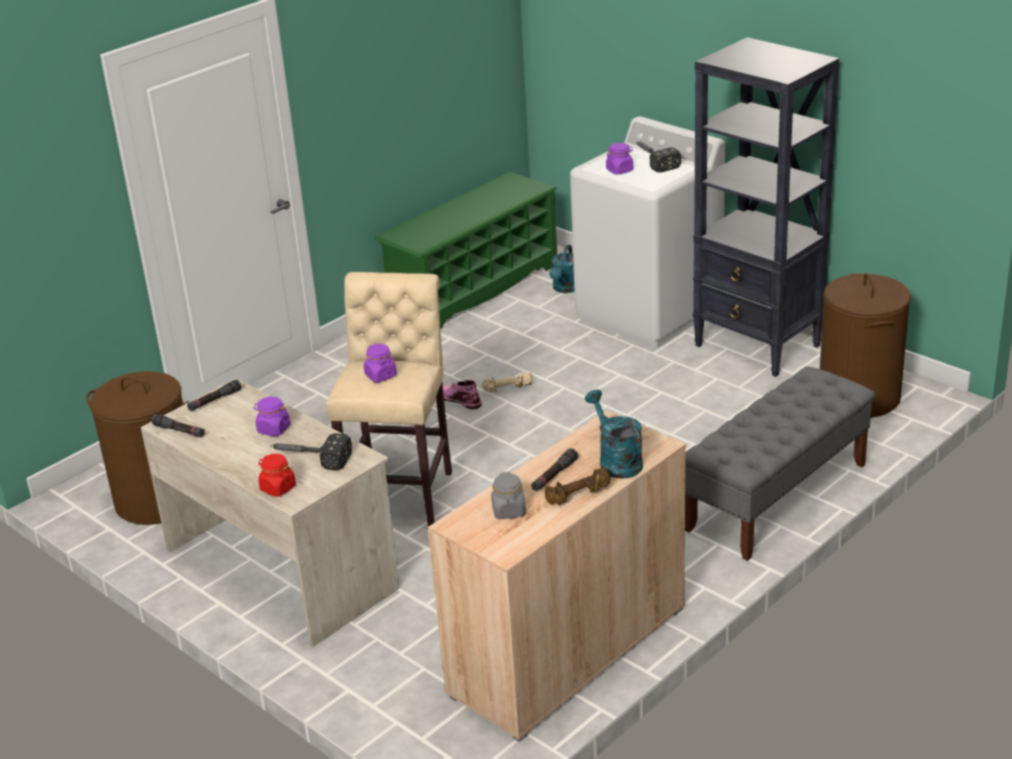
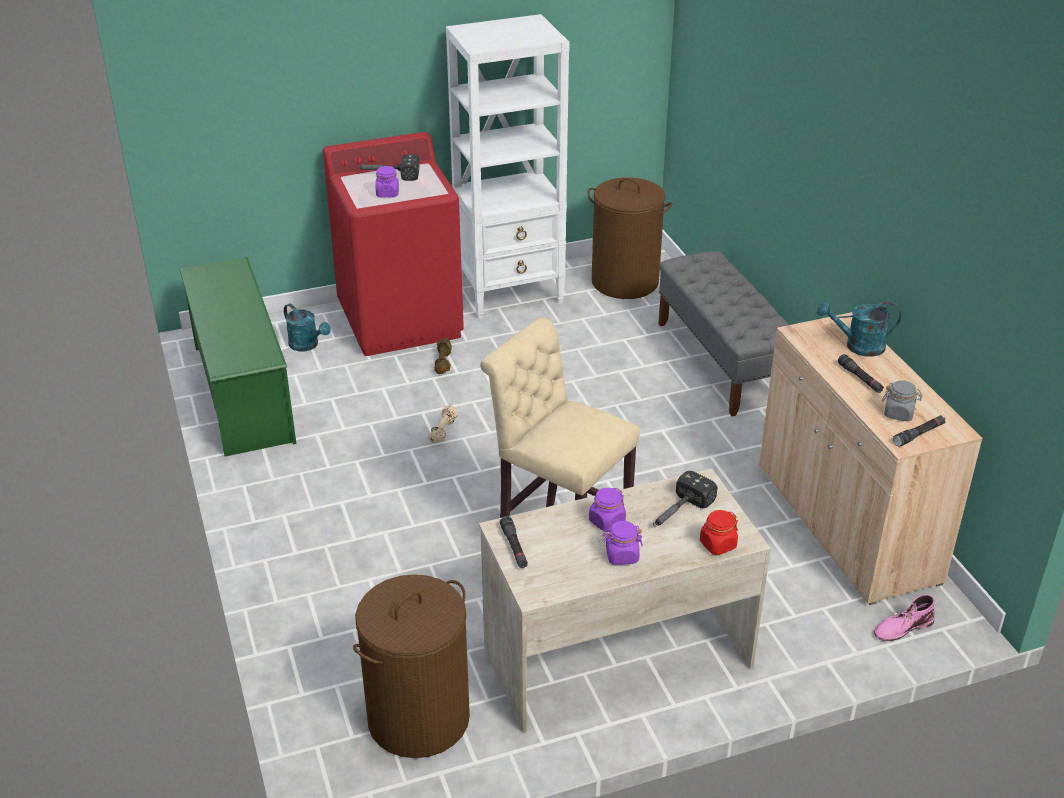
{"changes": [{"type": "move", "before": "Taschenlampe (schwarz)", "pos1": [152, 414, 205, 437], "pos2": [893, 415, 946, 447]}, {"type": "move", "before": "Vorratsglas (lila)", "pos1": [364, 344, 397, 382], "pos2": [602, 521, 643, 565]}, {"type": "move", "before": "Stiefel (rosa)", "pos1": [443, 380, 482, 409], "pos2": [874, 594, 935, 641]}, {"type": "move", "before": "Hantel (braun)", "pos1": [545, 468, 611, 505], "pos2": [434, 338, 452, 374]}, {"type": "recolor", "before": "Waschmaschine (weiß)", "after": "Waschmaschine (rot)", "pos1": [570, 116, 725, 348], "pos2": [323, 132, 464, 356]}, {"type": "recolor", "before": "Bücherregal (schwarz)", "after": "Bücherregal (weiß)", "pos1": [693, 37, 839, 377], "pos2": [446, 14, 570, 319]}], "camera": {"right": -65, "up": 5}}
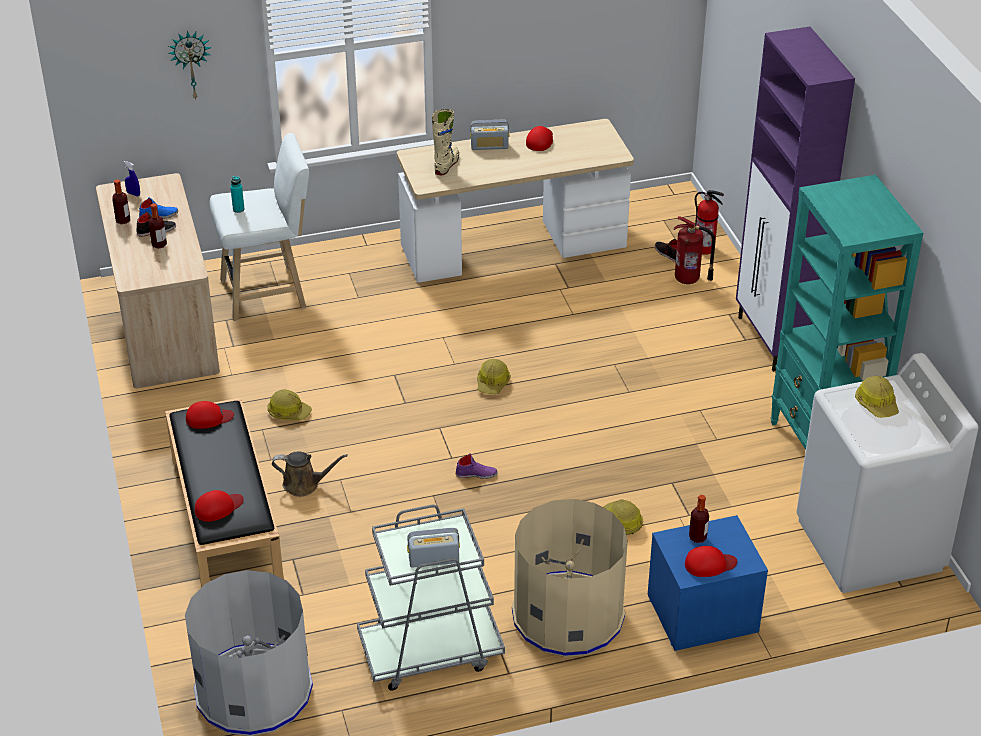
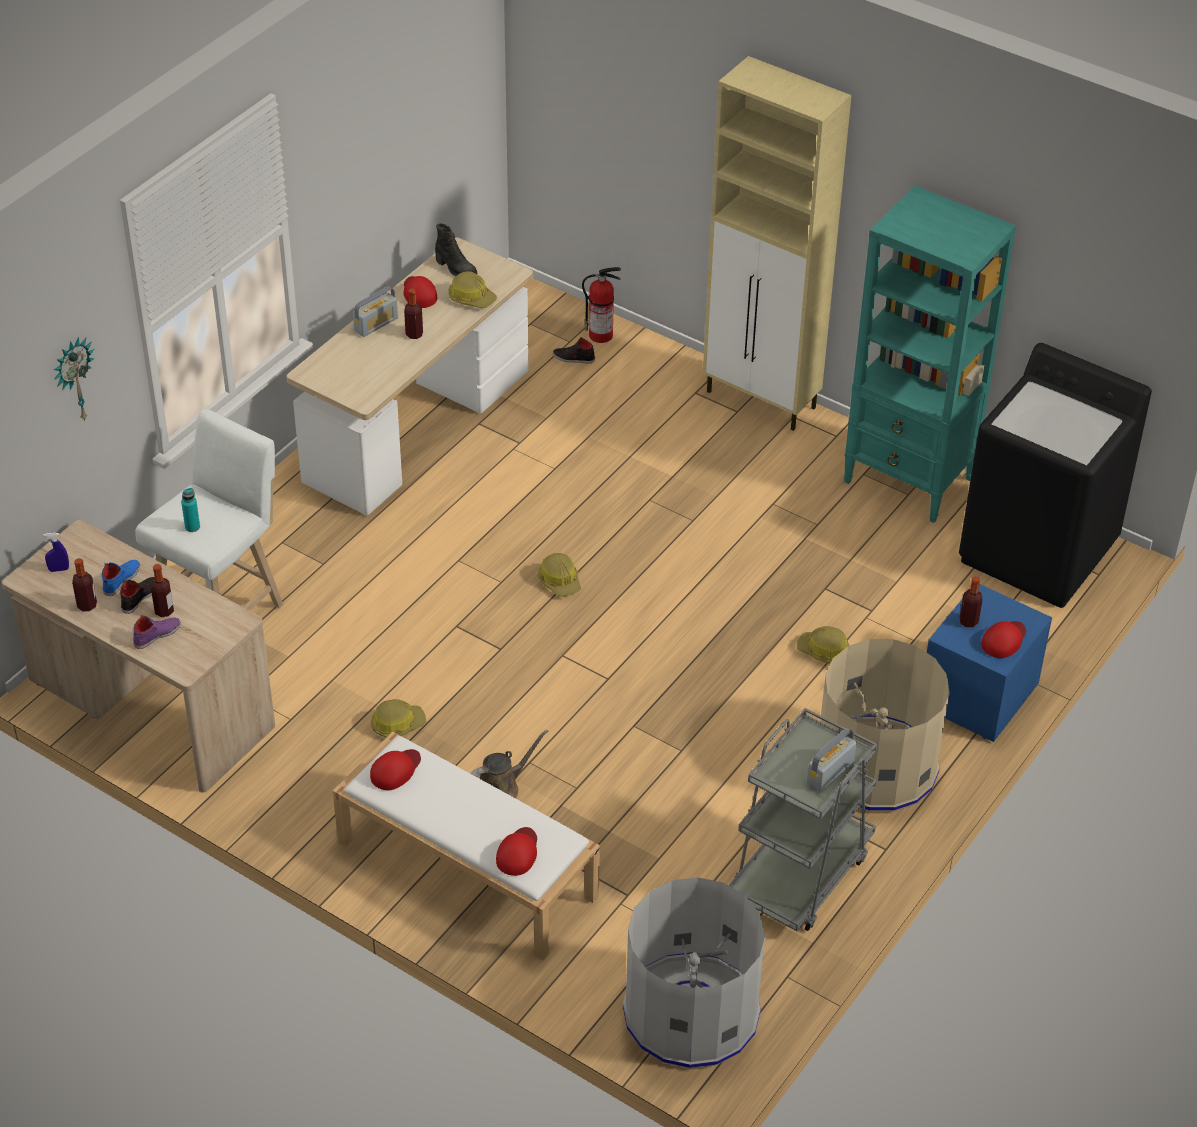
{"changes": [{"type": "recolor", "before": "Bank (schwarz)", "after": "Bank (weiß)", "pos1": [165, 398, 284, 587], "pos2": [333, 731, 600, 961]}, {"type": "delete", "before": "Stiefel (beige)", "pos1": [432, 109, 459, 175]}, {"type": "move", "before": "Schuh (lila)", "pos1": [456, 453, 498, 479], "pos2": [133, 614, 181, 649]}, {"type": "delete", "before": "Feuerlöscher", "pos1": [674, 216, 715, 284]}, {"type": "recolor", "before": "Schrank (lila)", "after": "Schrank (beige)", "pos1": [736, 27, 855, 372], "pos2": [703, 56, 851, 431]}, {"type": "recolor", "before": "Waschmaschine (weiß)", "after": "Waschmaschine (schwarz)", "pos1": [796, 353, 979, 593], "pos2": [959, 343, 1152, 608]}, {"type": "move", "before": "Schutzhelm", "pos1": [855, 376, 899, 418], "pos2": [448, 271, 497, 308]}, {"type": "insert", "after": "Flasche", "pos2": [404, 288, 423, 339]}, {"type": "insert", "after": "Stiefel (schwarz)", "pos2": [435, 223, 478, 277]}], "camera": {"right": -40, "up": 5}}
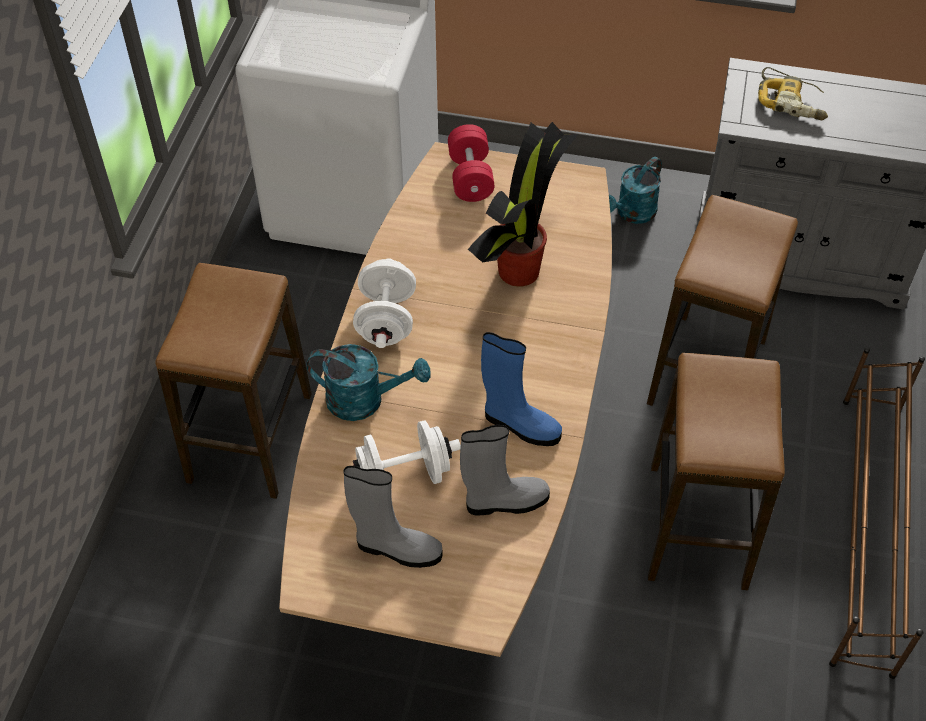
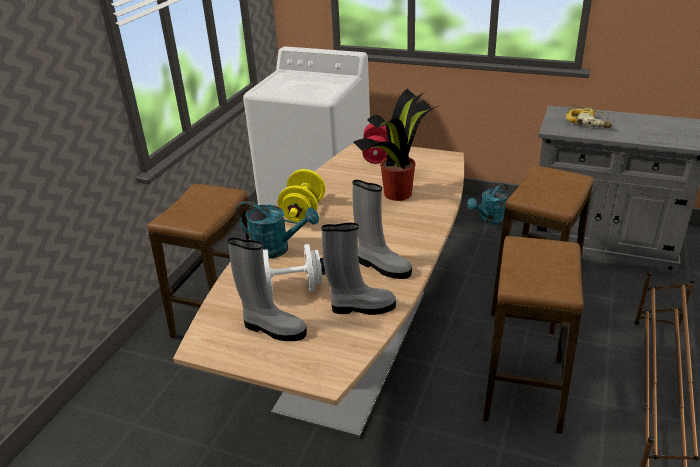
{"changes": [{"type": "recolor", "before": "Hantel (weiß)", "after": "Hantel (gelb)", "pos1": [353, 258, 416, 348], "pos2": [277, 169, 326, 223]}, {"type": "recolor", "before": "Stiefel (blau)", "after": "Stiefel (grau)", "pos1": [481, 332, 562, 446], "pos2": [352, 180, 412, 279]}], "camera": {"right": 10, "up": -20}}
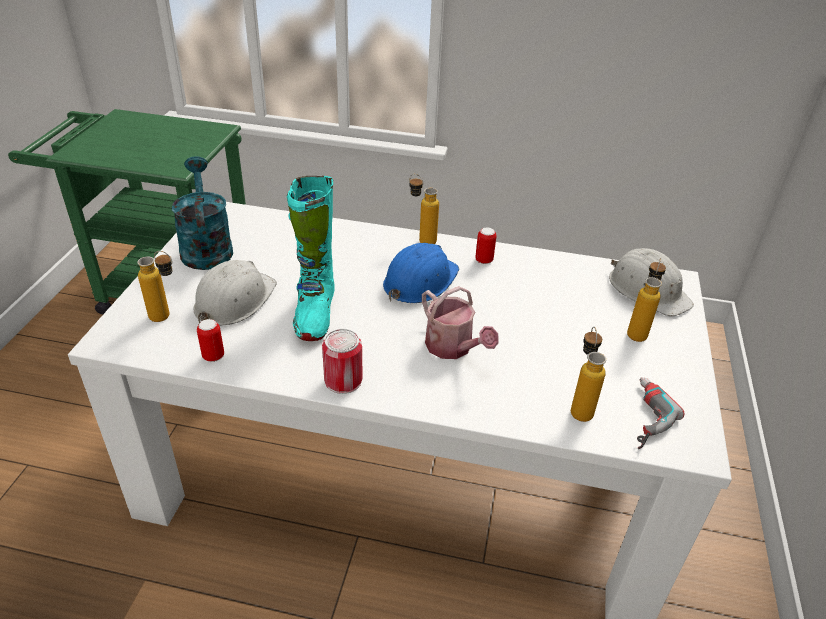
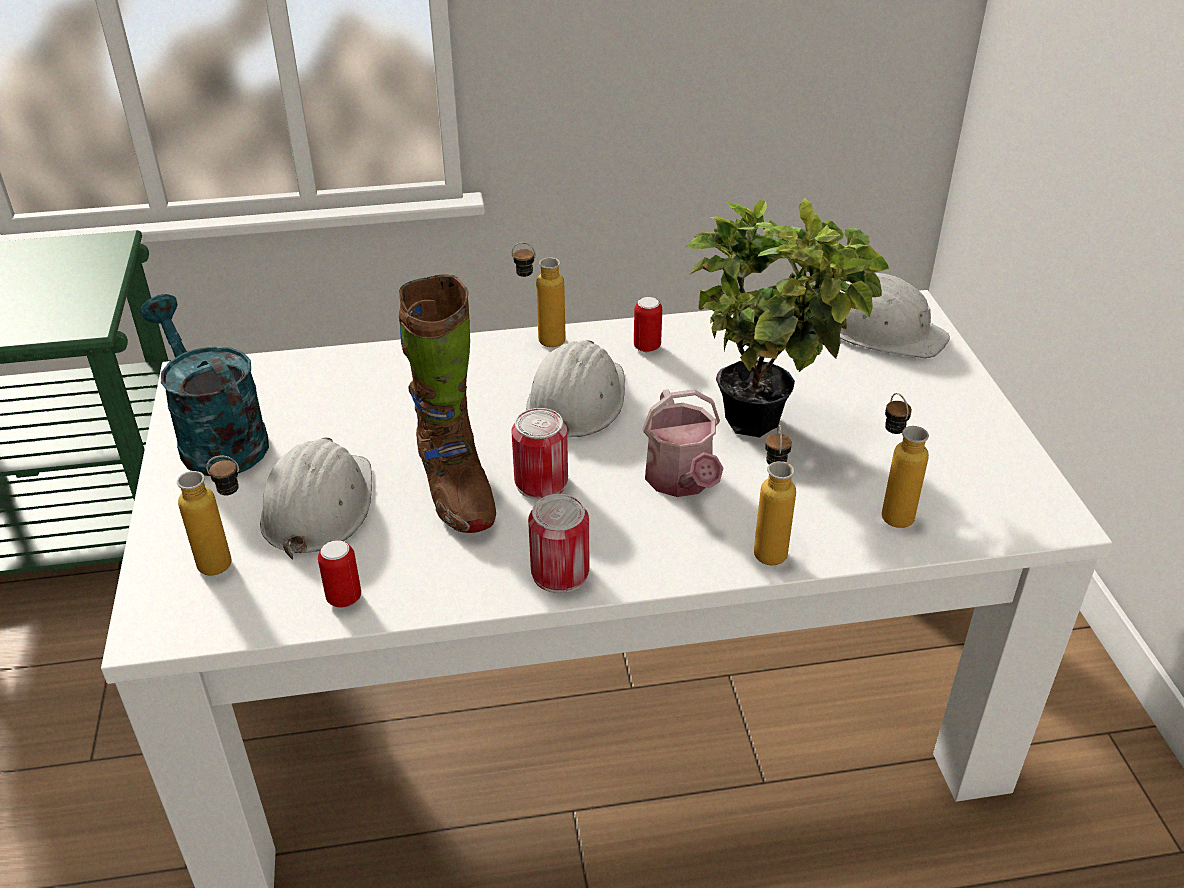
{"changes": [{"type": "recolor", "before": "Stiefel (türkis)", "after": "Stiefel (braun)", "pos1": [287, 176, 334, 341], "pos2": [399, 274, 496, 533]}, {"type": "recolor", "before": "Schutzhelm (blau)", "after": "Schutzhelm (weiß)", "pos1": [383, 243, 459, 303], "pos2": [526, 340, 625, 437]}, {"type": "rotate", "before": "Gießkanne", "pos1": [422, 286, 499, 359], "pos2": [642, 389, 723, 497], "turn": 45}, {"type": "move", "before": "Flasche", "pos1": [627, 257, 666, 342], "pos2": [754, 425, 796, 565]}, {"type": "delete", "before": "Bohrmaschine", "pos1": [637, 377, 684, 449]}, {"type": "insert", "after": "Dose", "pos2": [511, 408, 568, 500]}, {"type": "insert", "after": "Topfpflanze", "pos2": [685, 198, 889, 437]}], "camera": {"right": -20, "up": 0}}
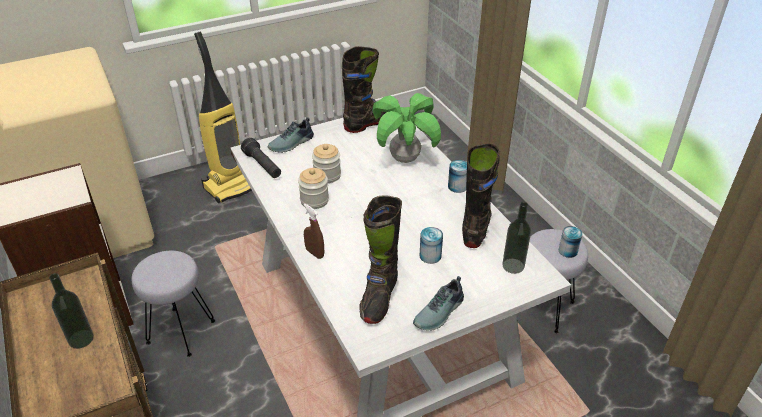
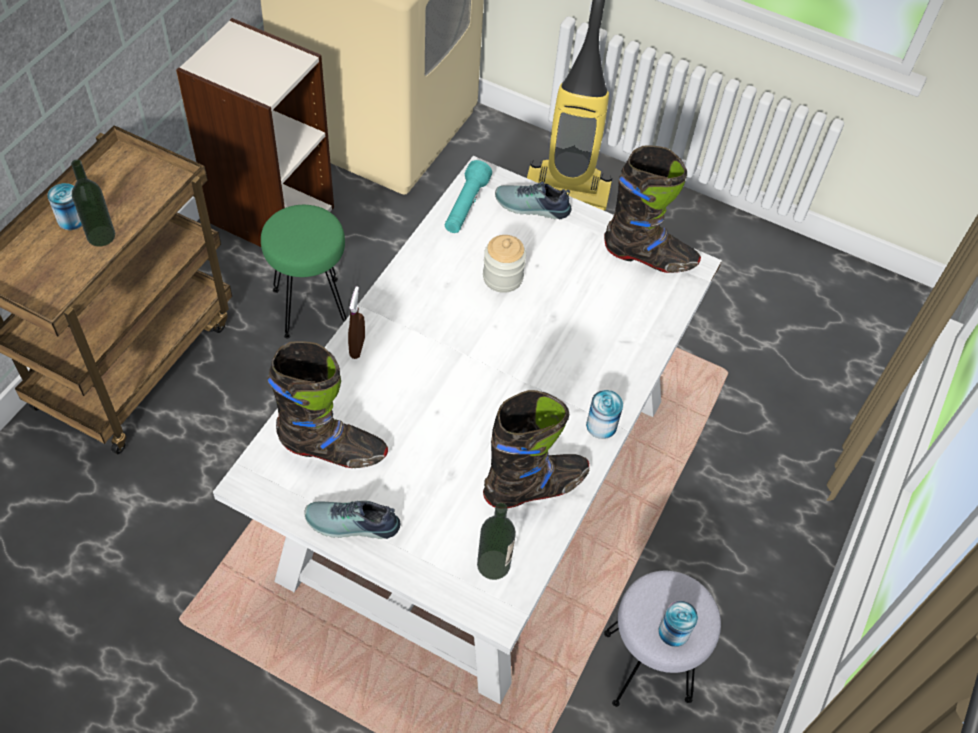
{"changes": [{"type": "recolor", "before": "Hocker (grau)", "after": "Hocker (grün)", "pos1": [131, 251, 215, 357], "pos2": [261, 205, 347, 338]}, {"type": "recolor", "before": "Taschenlampe (schwarz)", "after": "Taschenlampe (türkis)", "pos1": [241, 138, 281, 178], "pos2": [445, 160, 492, 233]}, {"type": "delete", "before": "Vorratsglas", "pos1": [298, 168, 329, 209]}, {"type": "rotate", "before": "Stiefel (schwarz)", "pos1": [359, 195, 402, 324], "pos2": [268, 341, 388, 468], "turn": -150}, {"type": "delete", "before": "Topfpflanze", "pos1": [373, 93, 441, 163]}, {"type": "move", "before": "Dose", "pos1": [420, 227, 443, 264], "pos2": [47, 183, 82, 230]}], "camera": {"right": 50, "up": 15}}
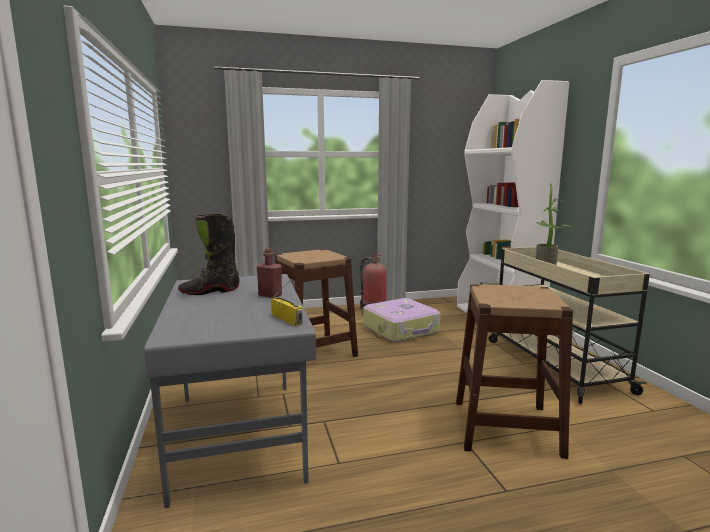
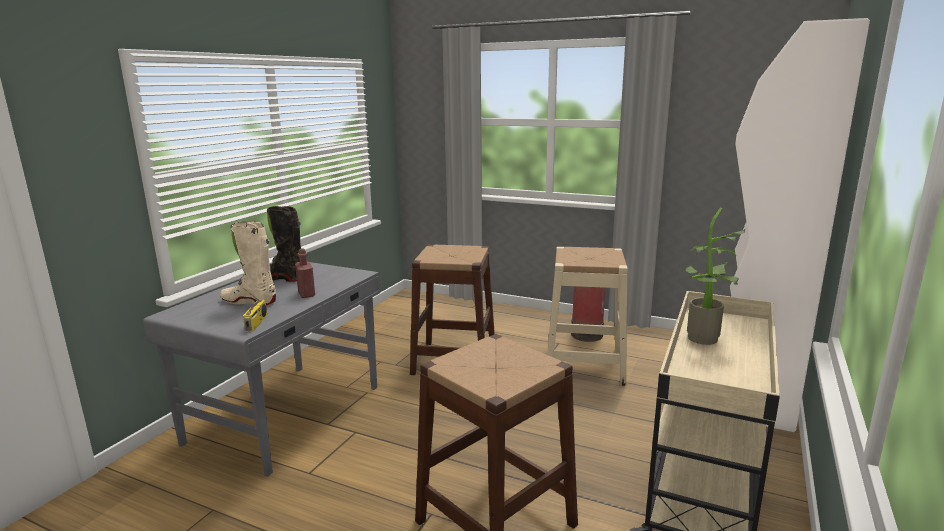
{"changes": [{"type": "replace", "before": "Koffer", "after": "Hocker (beige)", "pos1": [363, 298, 440, 342], "pos2": [547, 247, 628, 386]}, {"type": "insert", "after": "Stiefel (beige)", "pos2": [220, 222, 276, 305]}], "camera": {"right": 40, "up": 5}}
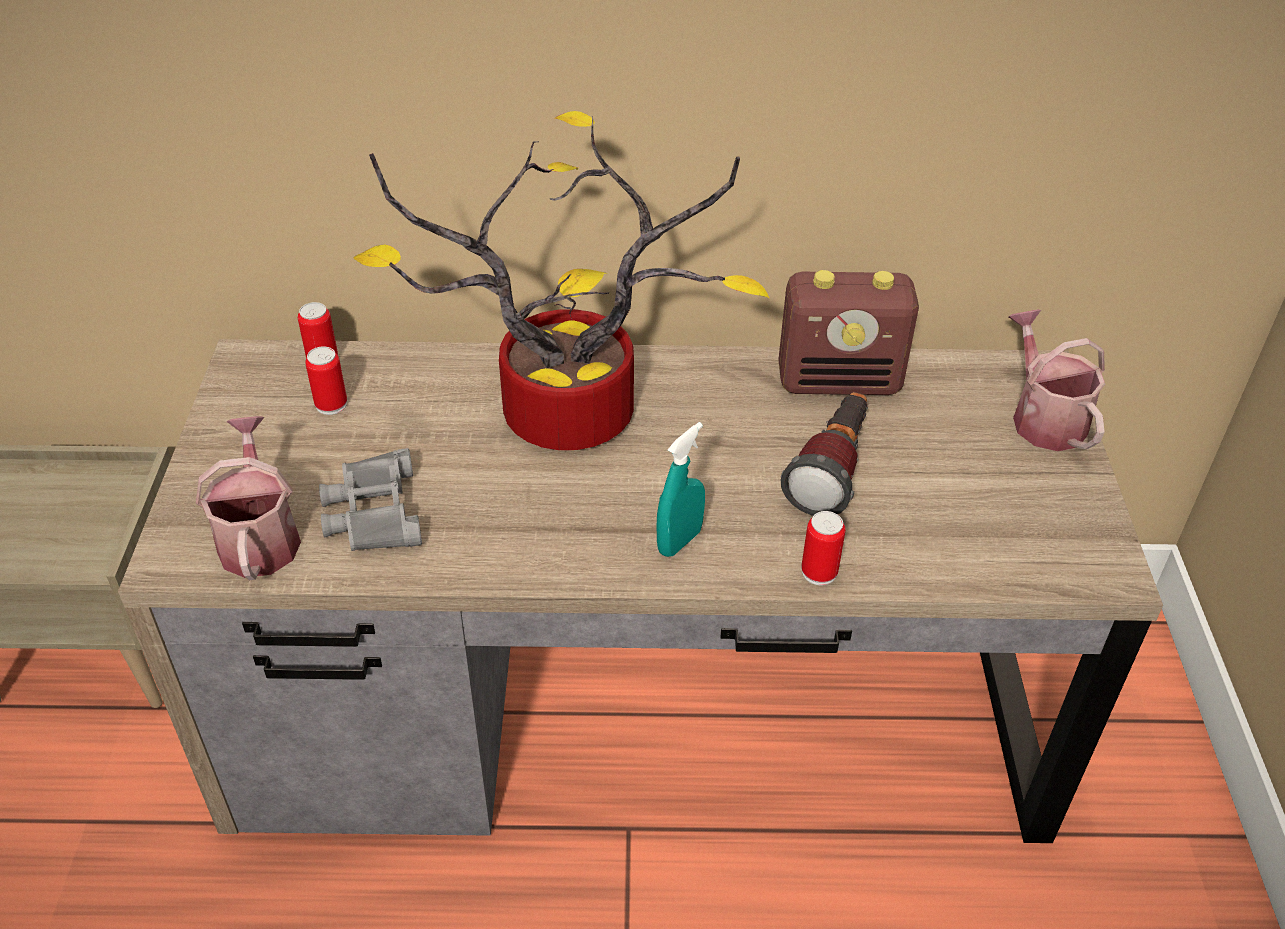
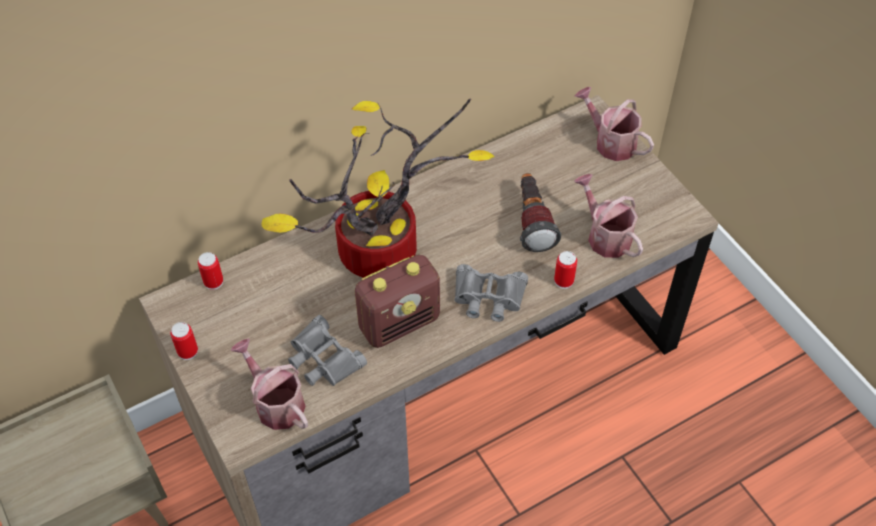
{"changes": [{"type": "move", "before": "Dose", "pos1": [305, 346, 347, 415], "pos2": [170, 322, 198, 360]}, {"type": "replace", "before": "Sprühflasche (türkis)", "after": "Fernglas (grau)", "pos1": [657, 422, 705, 557], "pos2": [454, 264, 528, 322]}, {"type": "move", "before": "Radio", "pos1": [778, 270, 919, 395], "pos2": [354, 255, 440, 348]}, {"type": "insert", "after": "Gießkanne", "pos2": [574, 174, 643, 258]}], "camera": {"right": -30, "up": 10}}
